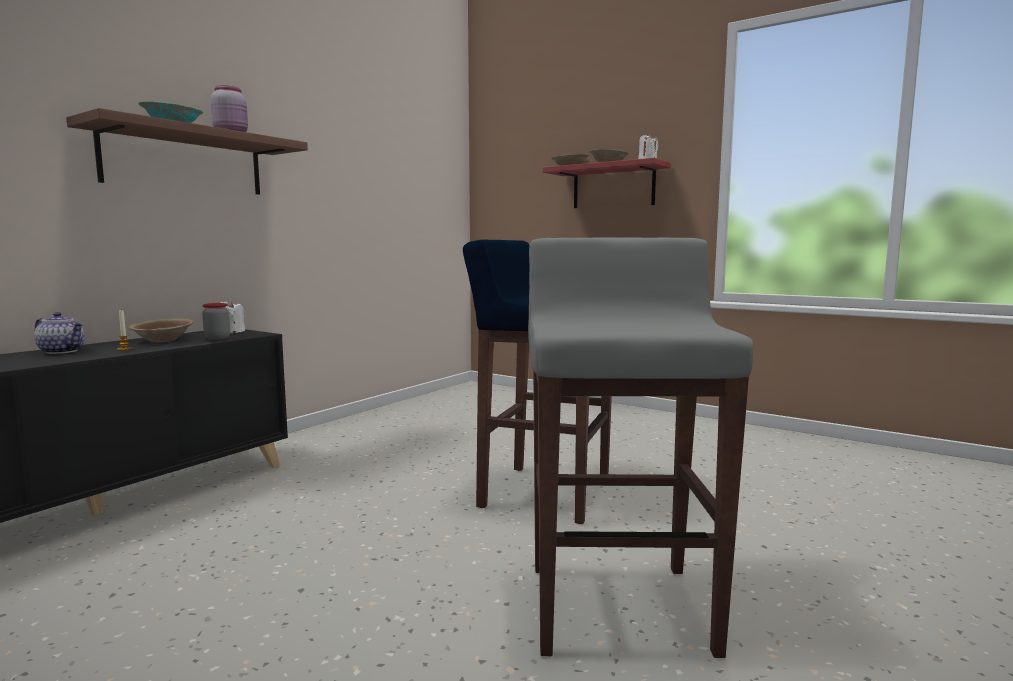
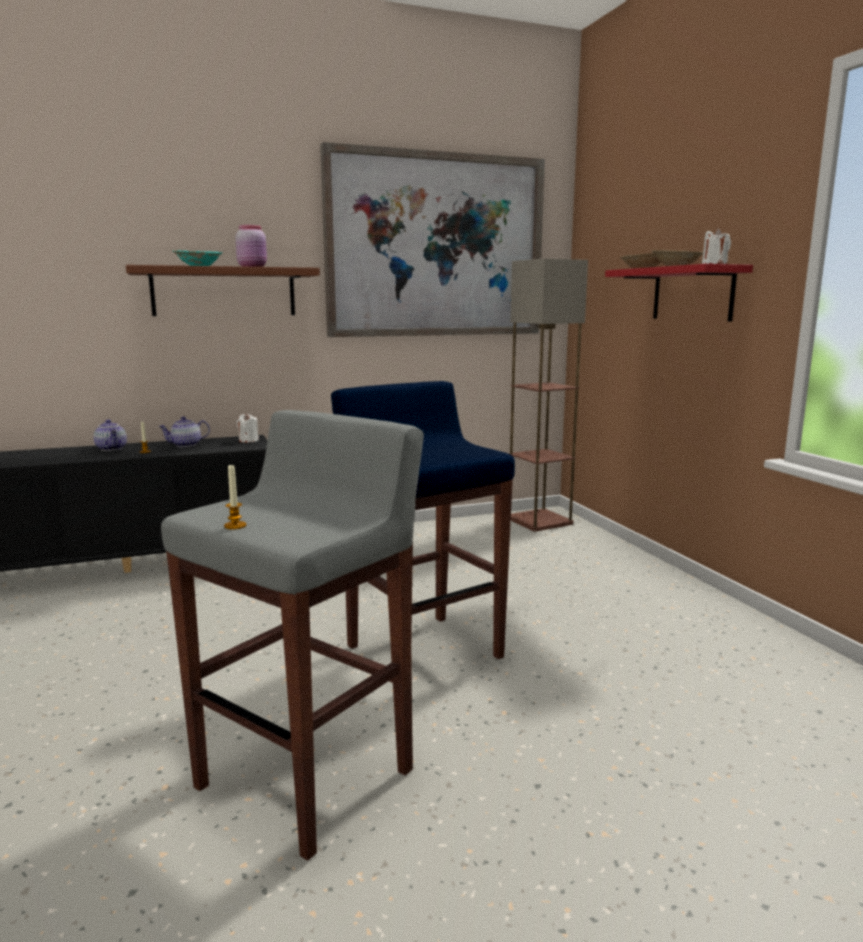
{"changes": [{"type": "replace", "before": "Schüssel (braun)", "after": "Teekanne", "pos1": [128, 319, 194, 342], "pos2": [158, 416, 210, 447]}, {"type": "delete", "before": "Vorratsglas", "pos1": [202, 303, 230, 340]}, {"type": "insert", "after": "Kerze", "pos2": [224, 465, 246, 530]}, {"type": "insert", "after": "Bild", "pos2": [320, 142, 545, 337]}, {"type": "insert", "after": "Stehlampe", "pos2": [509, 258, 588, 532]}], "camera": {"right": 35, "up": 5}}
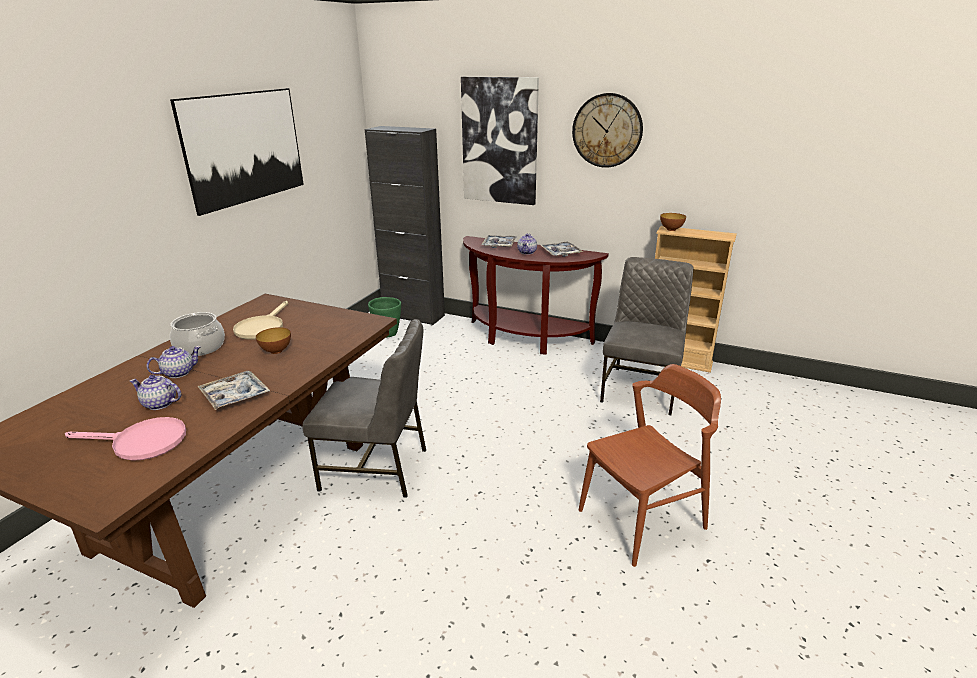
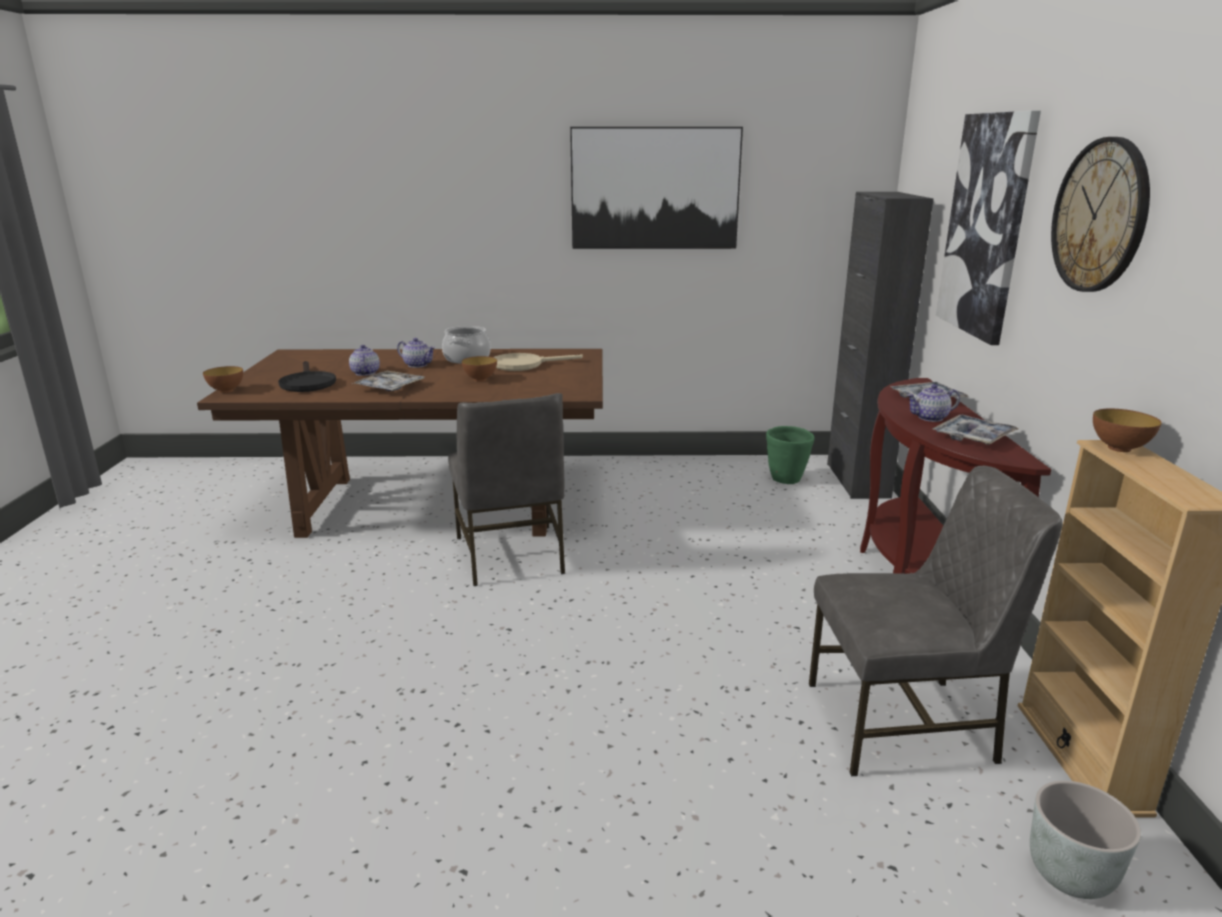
{"changes": [{"type": "recolor", "before": "Pfanne (rosa)", "after": "Pfanne (schwarz)", "pos1": [65, 417, 186, 461], "pos2": [278, 361, 336, 392]}, {"type": "delete", "before": "Stuhl (braun)", "pos1": [579, 364, 721, 567]}, {"type": "insert", "after": "Schüssel", "pos2": [203, 366, 243, 393]}, {"type": "insert", "after": "Pflanzkübel (grau)", "pos2": [1030, 780, 1141, 899]}], "camera": {"right": 65, "up": -5}}
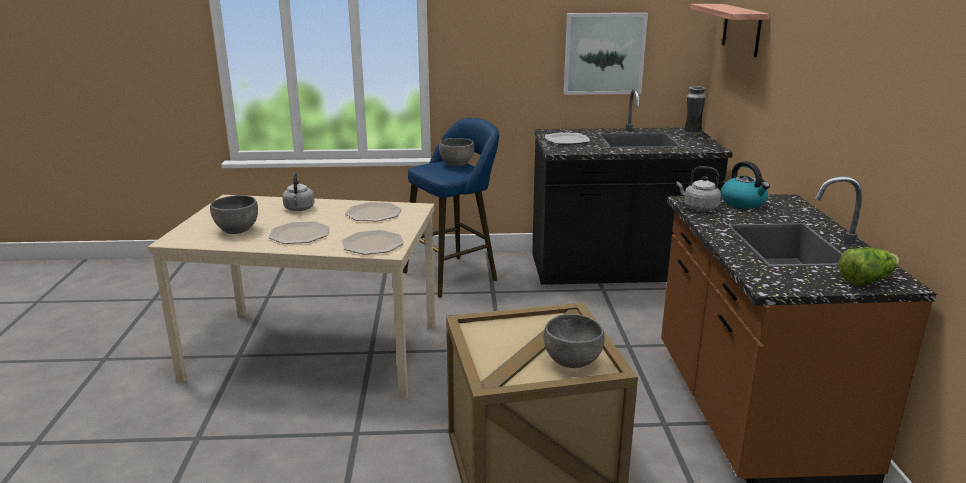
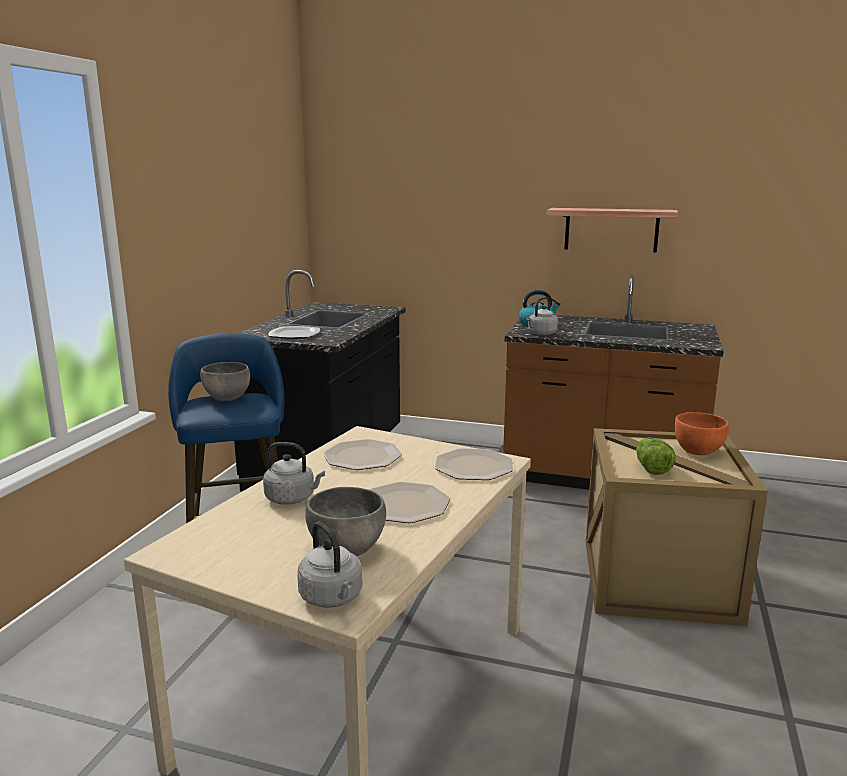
{"changes": [{"type": "recolor", "before": "Schüssel (grau)", "after": "Schüssel (orange)", "pos1": [544, 314, 605, 368], "pos2": [674, 412, 729, 455]}, {"type": "delete", "before": "Bild", "pos1": [564, 13, 648, 95]}, {"type": "delete", "before": "Vase", "pos1": [684, 86, 706, 136]}, {"type": "move", "before": "Wandregal", "pos1": [690, 4, 769, 57], "pos2": [547, 208, 678, 252]}, {"type": "move", "before": "Salatkopf", "pos1": [838, 247, 900, 285], "pos2": [636, 437, 676, 475]}, {"type": "insert", "after": "Wasserkessel (grau)", "pos2": [297, 522, 362, 608]}], "camera": {"right": -70, "up": -5}}
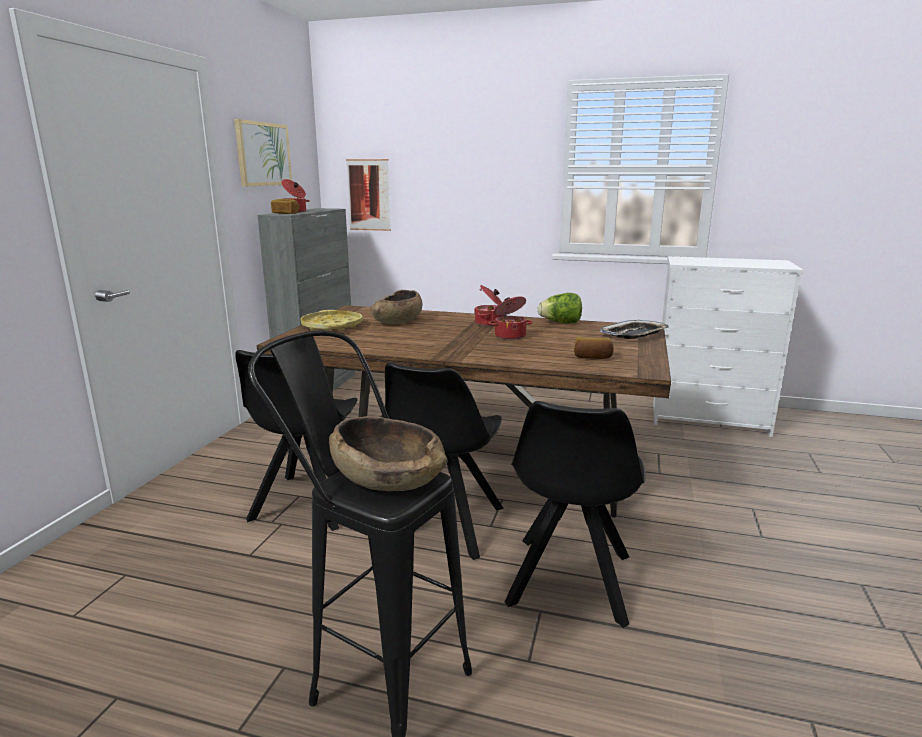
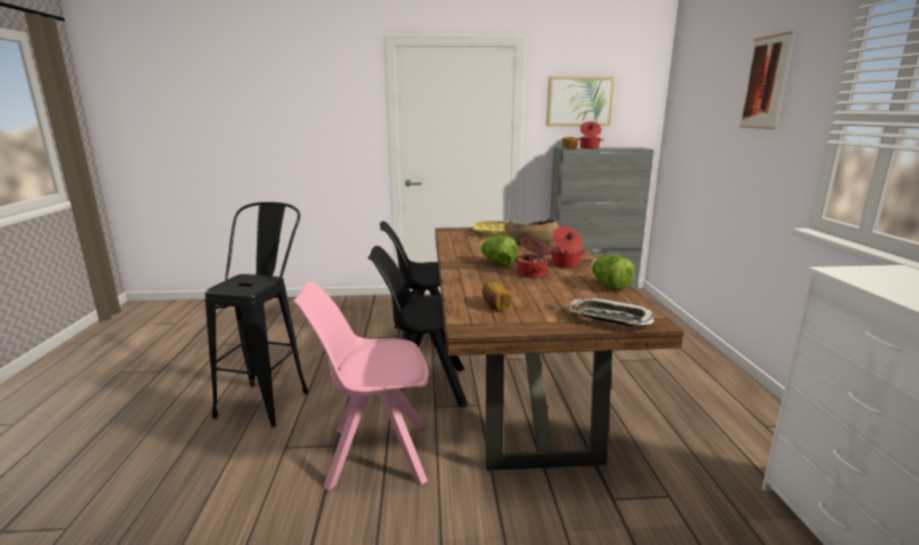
{"changes": [{"type": "delete", "before": "Schüssel (braun)", "pos1": [329, 416, 447, 491]}, {"type": "move", "before": "Bild", "pos1": [346, 159, 391, 231], "pos2": [739, 31, 795, 129]}, {"type": "recolor", "before": "Stuhl (schwarz)", "after": "Stuhl (rosa)", "pos1": [504, 401, 646, 628], "pos2": [293, 282, 429, 491]}, {"type": "insert", "after": "Salatkopf", "pos2": [479, 235, 517, 266]}], "camera": {"right": 70, "up": 0}}
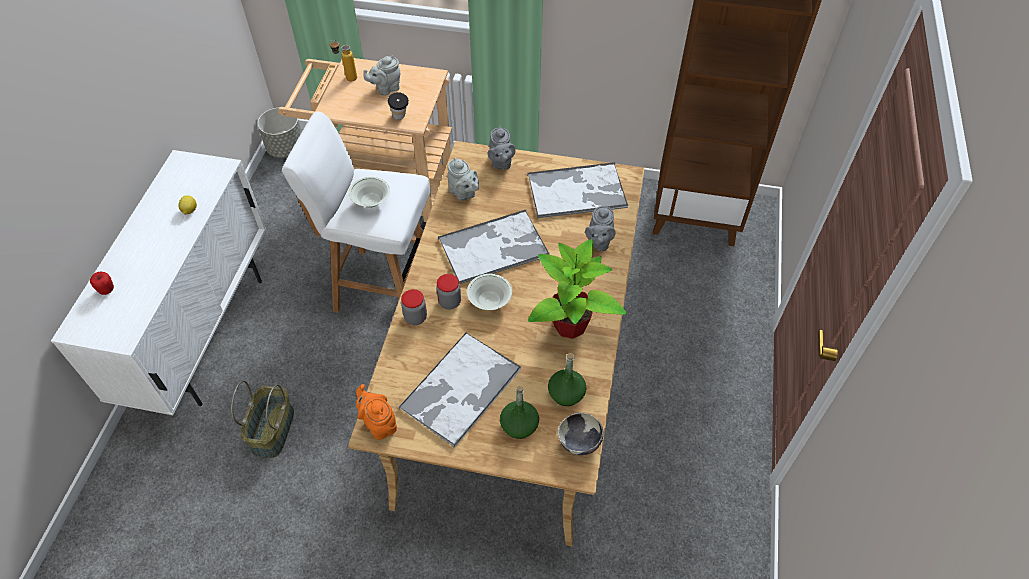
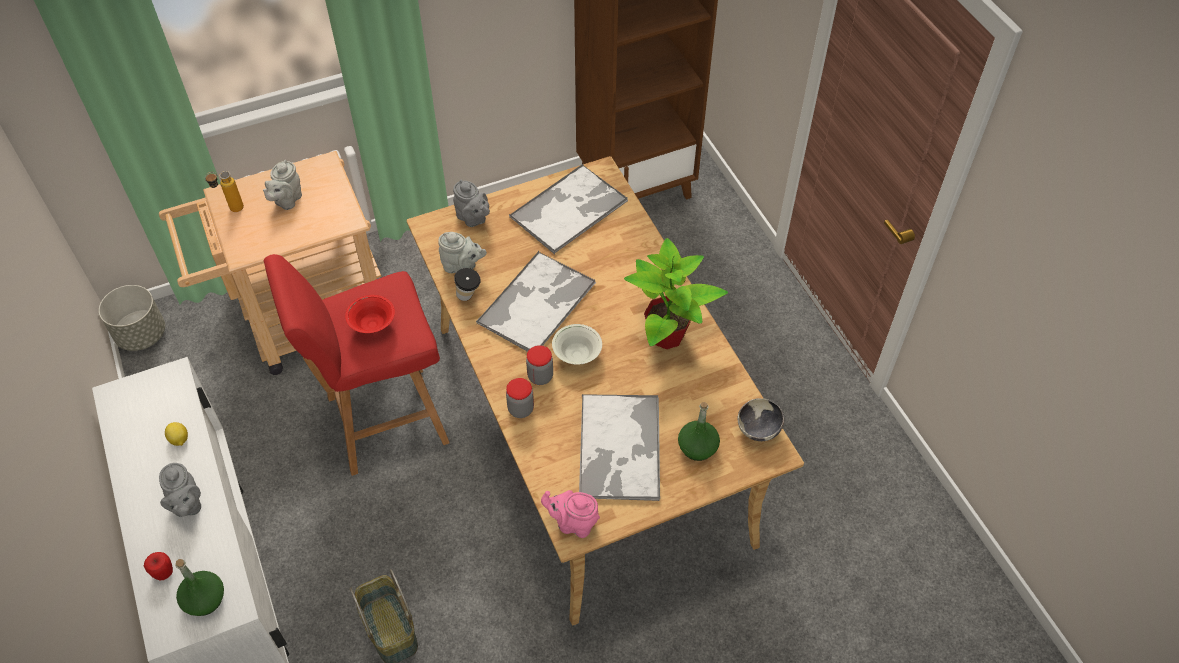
{"changes": [{"type": "recolor", "before": "Hocker (weiß)", "after": "Hocker (rot)", "pos1": [282, 111, 431, 312], "pos2": [264, 254, 450, 476]}, {"type": "recolor", "before": "Schüssel (weiß)", "after": "Schüssel (rot)", "pos1": [349, 177, 390, 208], "pos2": [345, 295, 395, 333]}, {"type": "recolor", "before": "Teekanne (orange)", "after": "Teekanne (rosa)", "pos1": [356, 384, 397, 440], "pos2": [541, 490, 600, 538]}, {"type": "move", "before": "Tasse", "pos1": [388, 92, 409, 120], "pos2": [454, 268, 481, 301]}, {"type": "move", "before": "Flasche (grün)", "pos1": [548, 353, 586, 406], "pos2": [175, 559, 224, 616]}, {"type": "move", "before": "Teekanne (grau)", "pos1": [585, 205, 616, 252], "pos2": [159, 463, 201, 517]}], "camera": {"right": -35, "up": 0}}
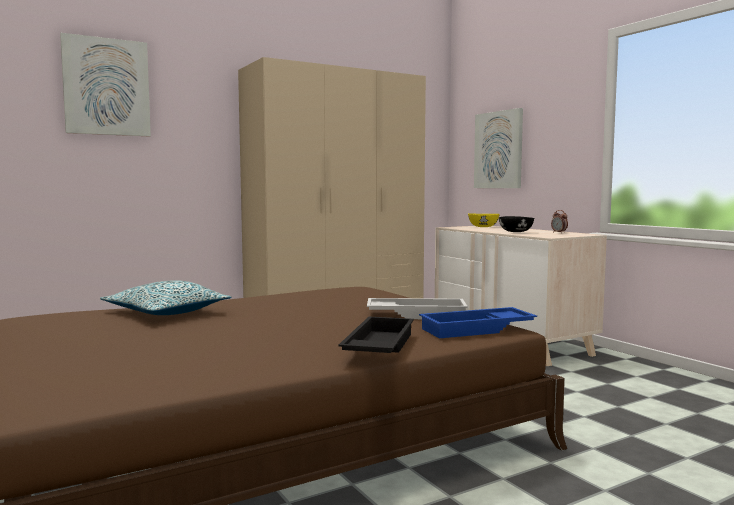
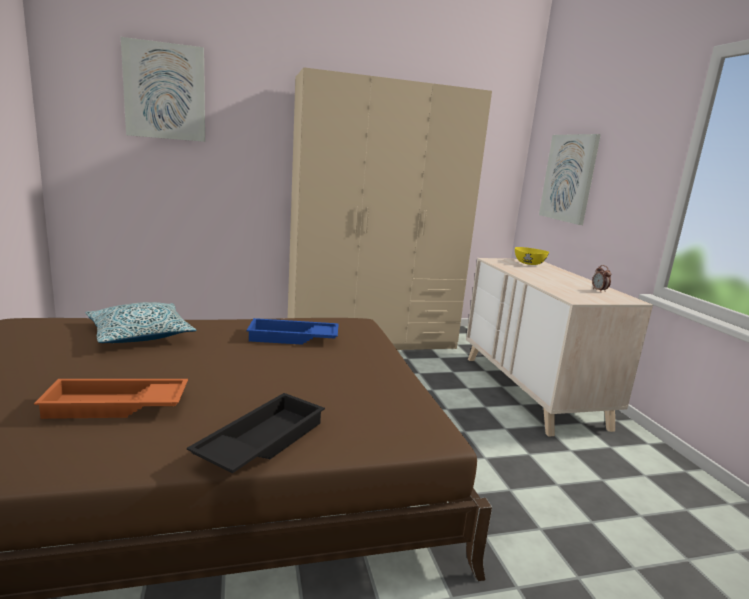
{"changes": [{"type": "delete", "before": "Tablett (weiß)", "pos1": [367, 298, 468, 319]}, {"type": "move", "before": "Tablett (blau)", "pos1": [419, 307, 537, 338], "pos2": [247, 318, 339, 345]}, {"type": "delete", "before": "Schüssel (schwarz)", "pos1": [499, 216, 534, 232]}, {"type": "insert", "after": "Tablett (orange)", "pos2": [34, 379, 188, 419]}], "camera": {"right": 15, "up": 10}}
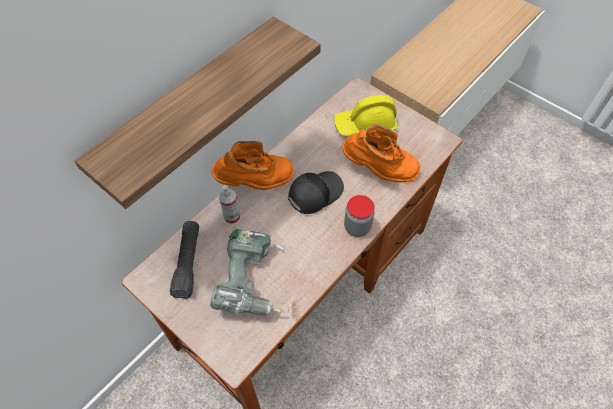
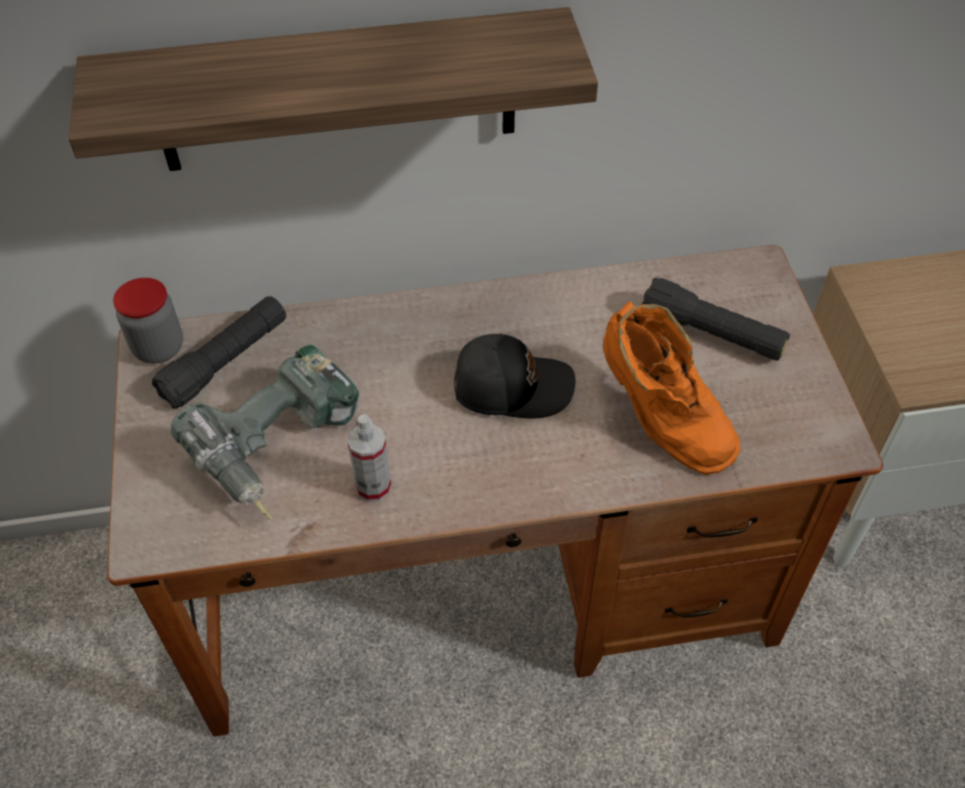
{"changes": [{"type": "delete", "before": "Stiefel (orange)", "pos1": [212, 141, 294, 190]}, {"type": "move", "before": "Sprühflasche", "pos1": [219, 185, 241, 224], "pos2": [347, 414, 392, 502]}, {"type": "replace", "before": "Schutzhelm (gelb)", "after": "Taschenlampe (schwarz)", "pos1": [335, 95, 397, 136], "pos2": [641, 278, 790, 361]}, {"type": "move", "before": "Vorratsglas", "pos1": [344, 195, 374, 237], "pos2": [113, 278, 183, 363]}], "camera": {"right": 40, "up": -5}}
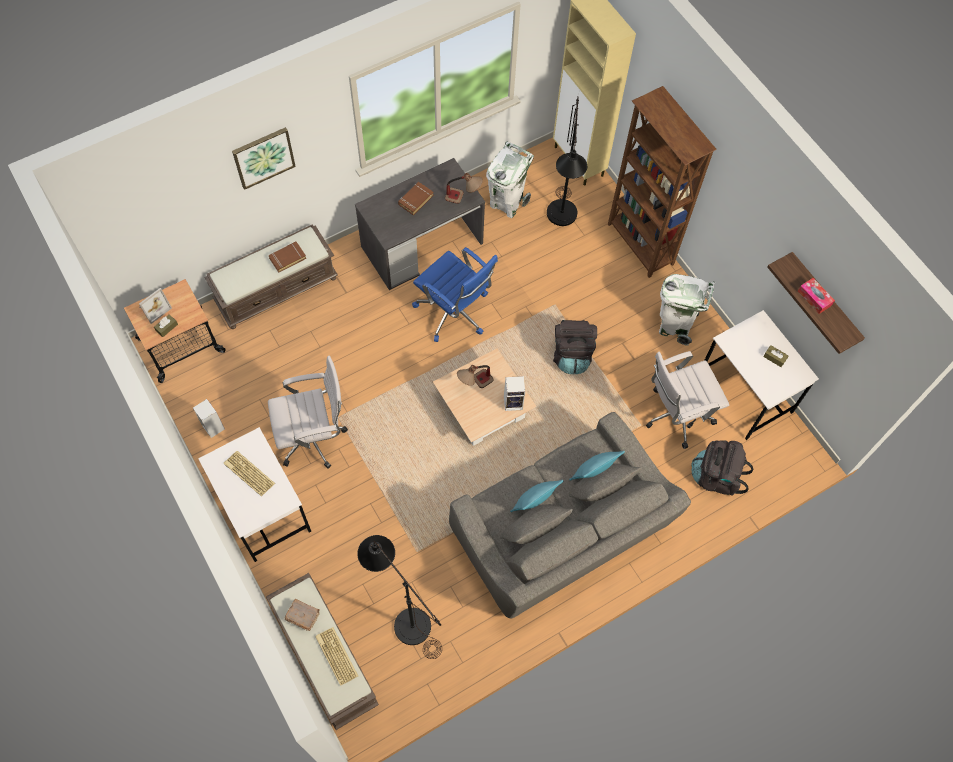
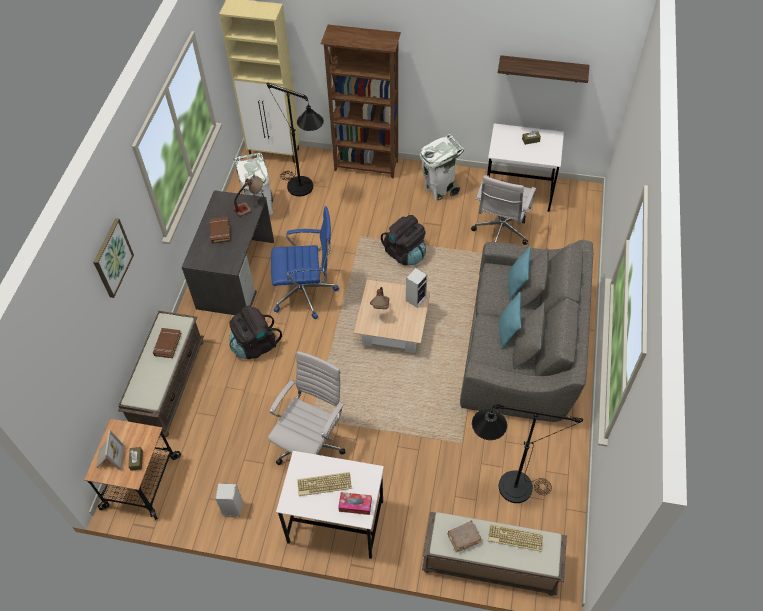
{"changes": [{"type": "move", "before": "Rucksack (schwarz)", "pos1": [691, 440, 753, 496], "pos2": [229, 305, 282, 359]}, {"type": "move", "before": "Taschentuchbox", "pos1": [798, 278, 835, 314], "pos2": [338, 492, 372, 515]}], "camera": {"right": -45, "up": -10}}
